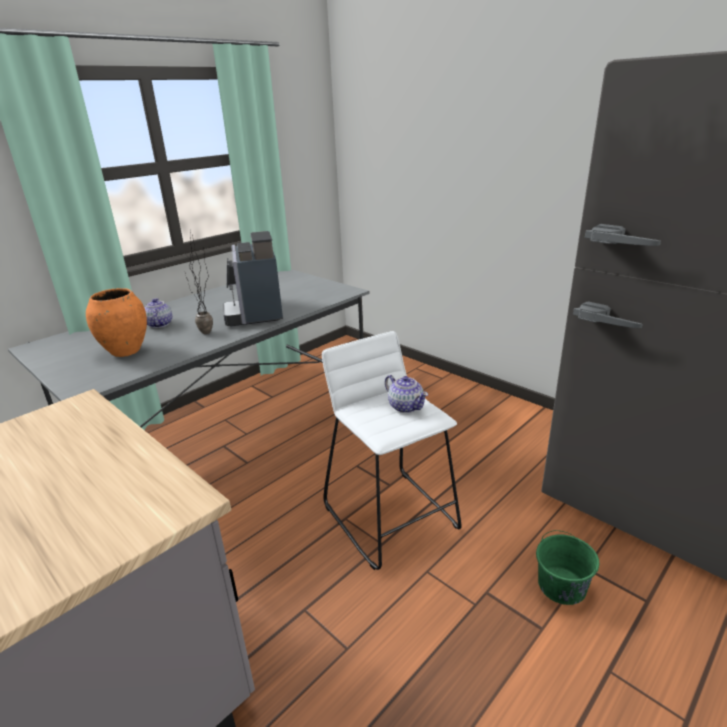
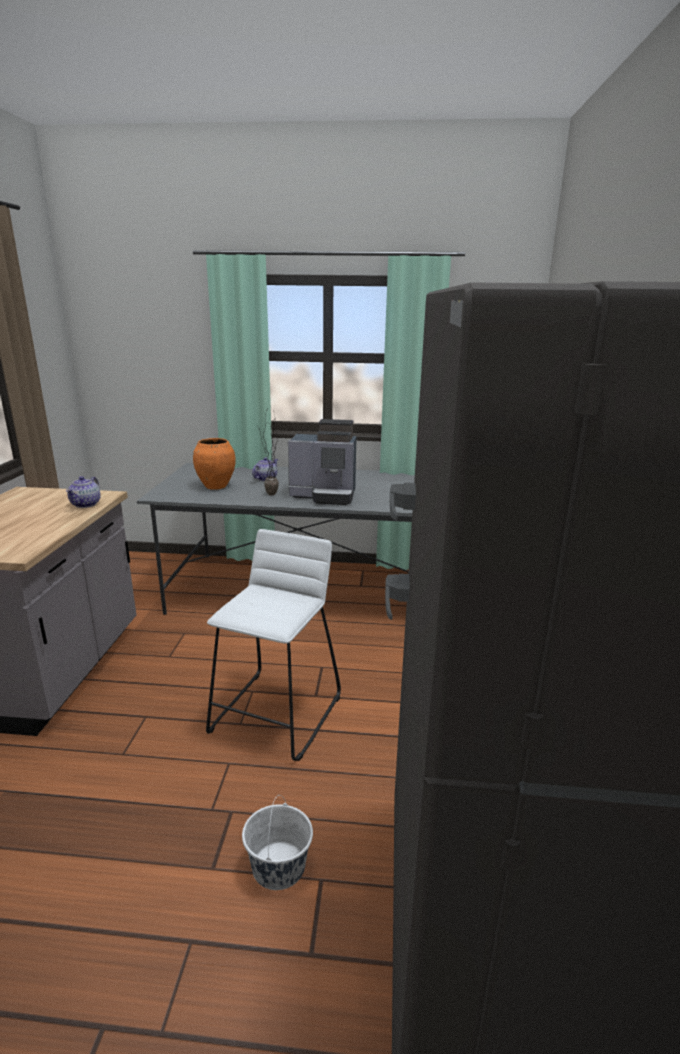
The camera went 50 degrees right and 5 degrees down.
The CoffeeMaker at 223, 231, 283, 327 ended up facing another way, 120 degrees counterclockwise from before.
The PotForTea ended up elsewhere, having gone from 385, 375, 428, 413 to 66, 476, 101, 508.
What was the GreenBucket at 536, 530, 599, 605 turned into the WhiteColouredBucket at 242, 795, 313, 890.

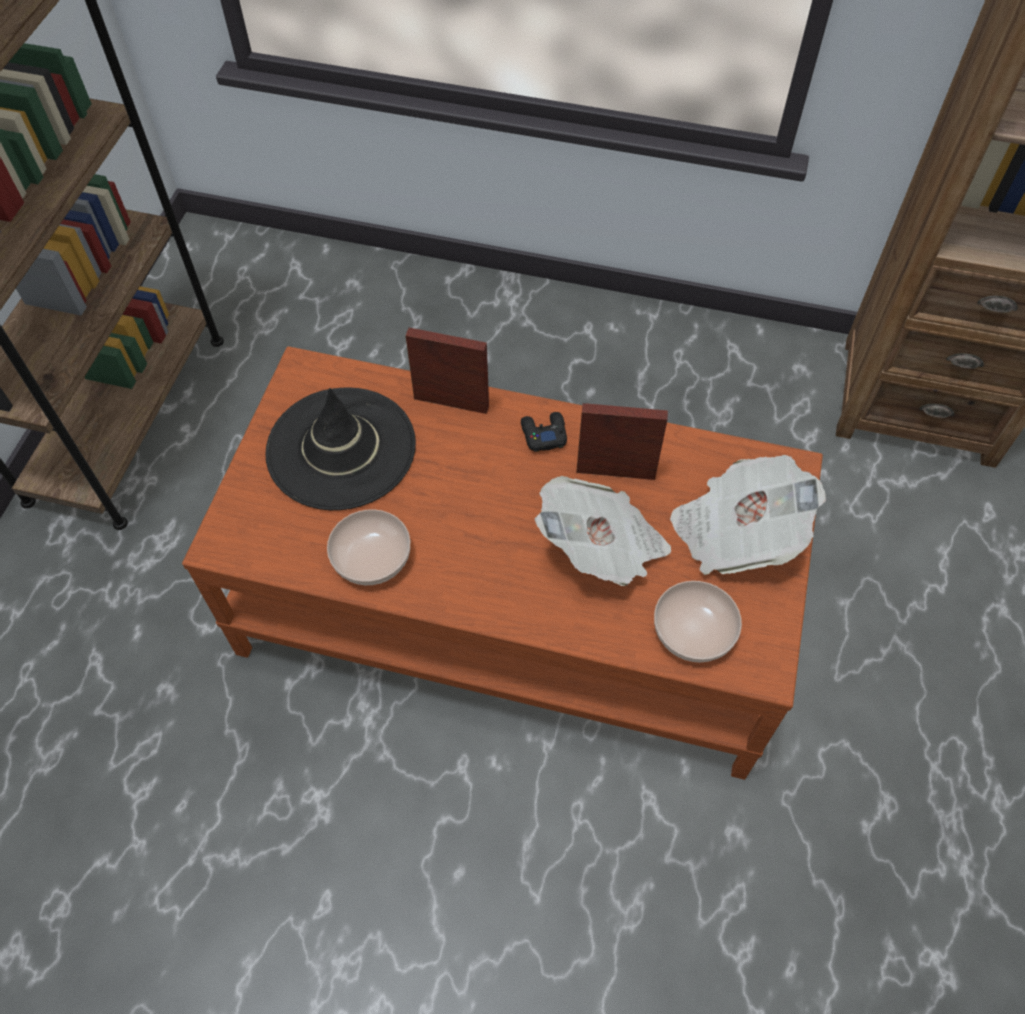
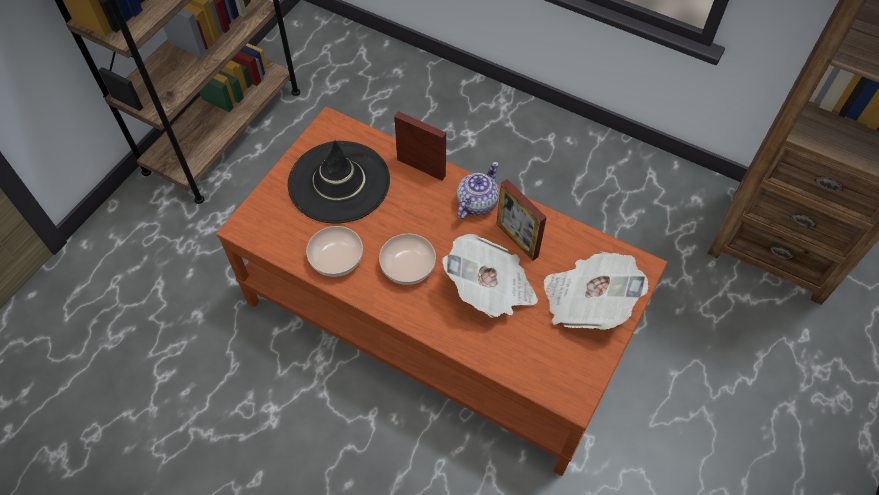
The camera went 15 degrees right and 0 degrees up.
The PictureFrame at 576, 403, 668, 480 ended up facing another way, 150 degrees counterclockwise from before.
Where the BlackishGameController stood at 521, 412, 567, 452, the PotForTea came to stand at 456, 162, 499, 219.
The Bowl ended up elsewhere, having gone from 654, 581, 742, 662 to 379, 234, 436, 285.

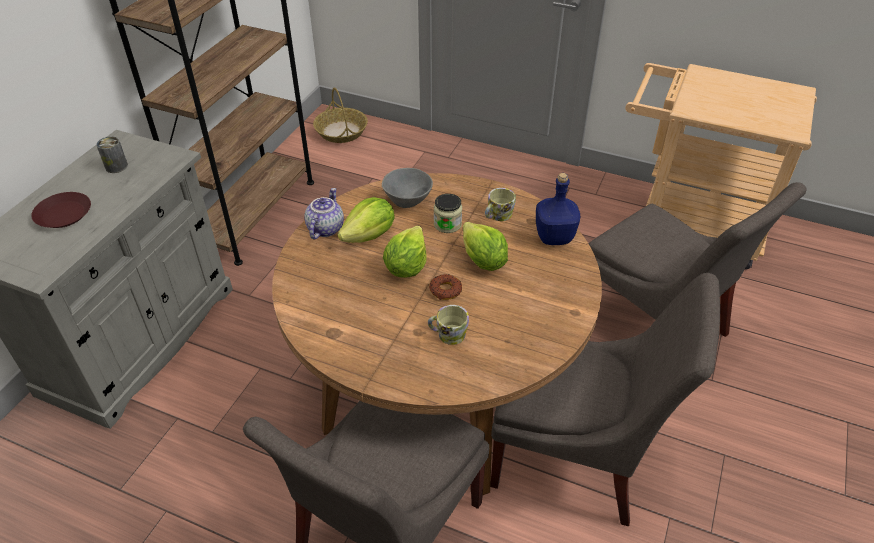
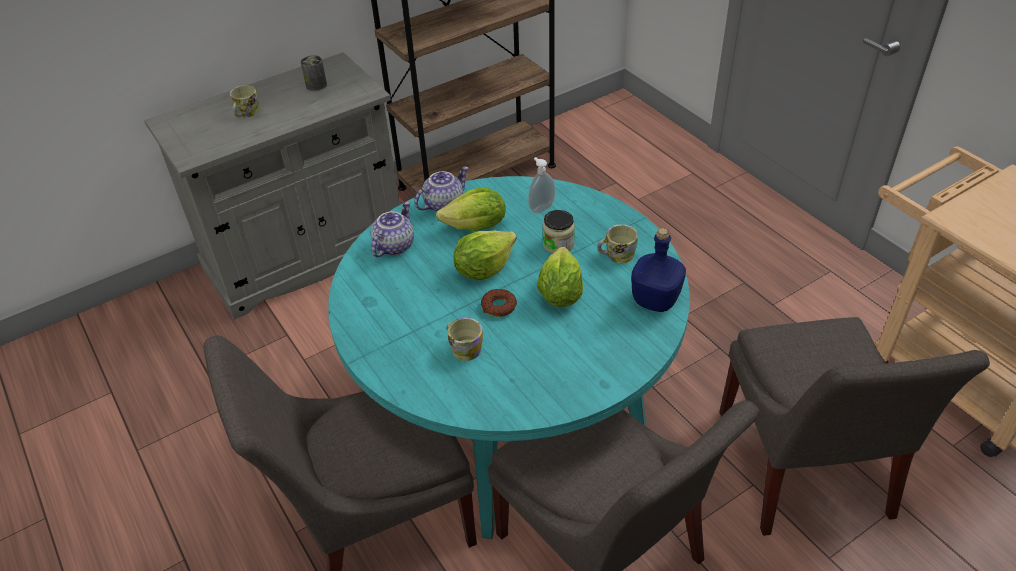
The camera went 35 degrees right and 0 degrees up.
The second view lost the HouseholdBasket at 313, 87, 368, 143.
Where the GreyishBowl stood at 382, 168, 433, 208, the LiquidSoapBottle came to stand at 528, 157, 555, 213.
What was the BrownDiningTable at 272, 173, 602, 495 turned into the BlueGreenDiningTable at 328, 176, 690, 539.
Where the BrownFlatDish stood at 31, 192, 91, 228, the CoffeeMug came to stand at 230, 85, 259, 117.
The second view gained the PotForTea at 371, 202, 414, 257.

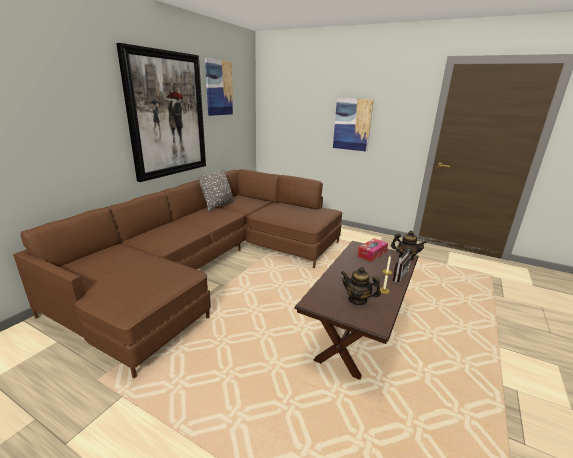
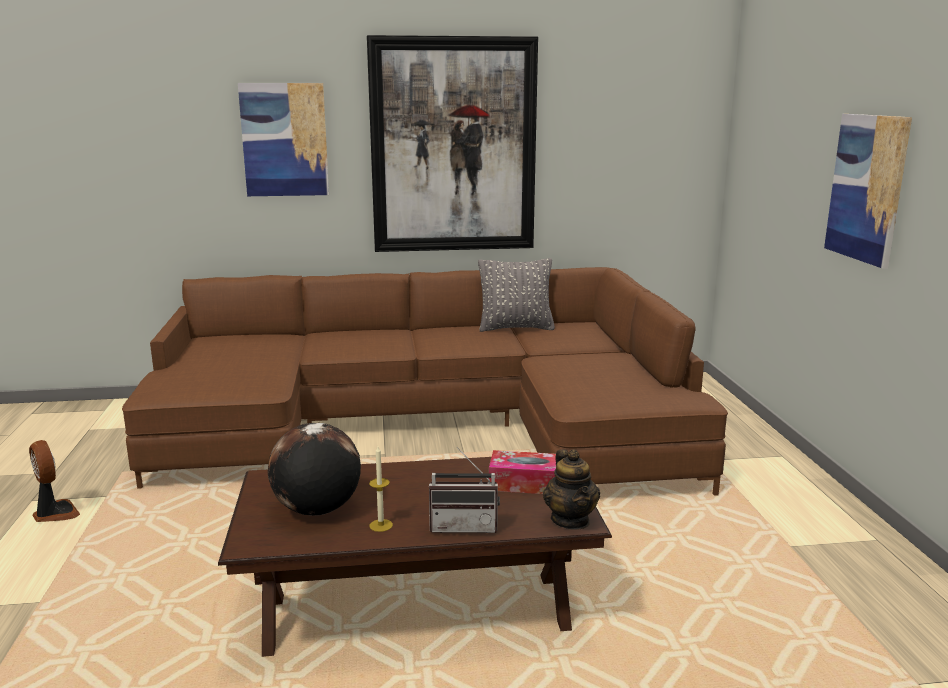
The camera went 55 degrees right and 5 degrees down.
The WallPicture ended up elsewhere, having gone from 205, 58, 233, 116 to 238, 83, 329, 196.
Where the PotForTea stood at 341, 267, 381, 306, the WorldGlobe came to stand at 268, 423, 361, 516.
The second view gained the Fan at 29, 440, 80, 522.

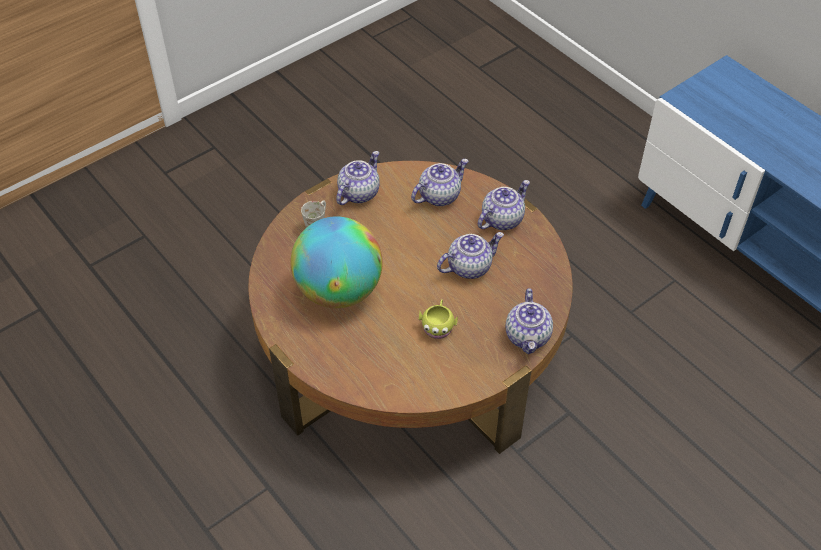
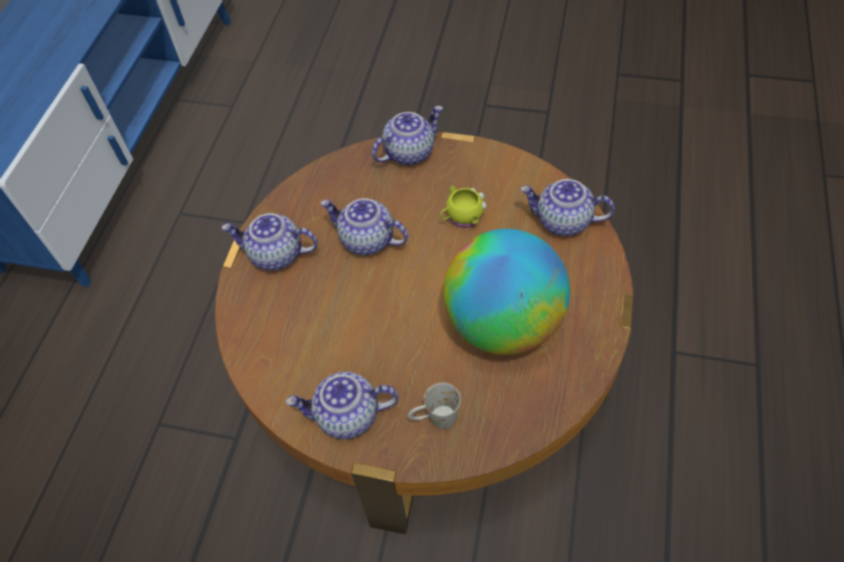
The camera went 125 degrees left and 5 degrees up.
The PotForTea ended up elsewhere, having gone from 411, 159, 469, 206 to 520, 179, 615, 236.

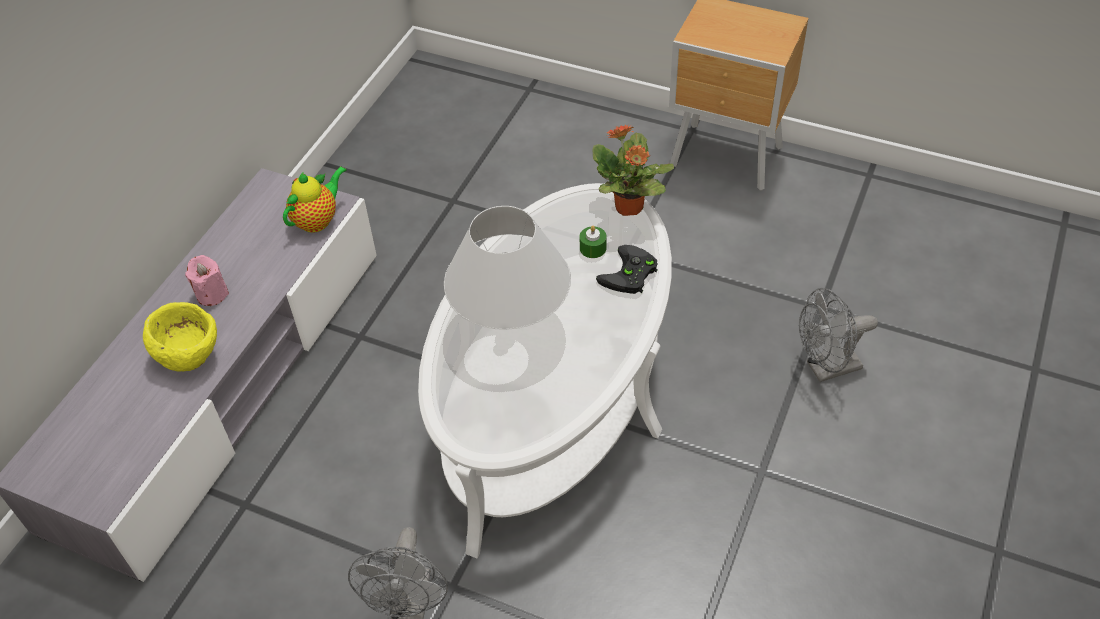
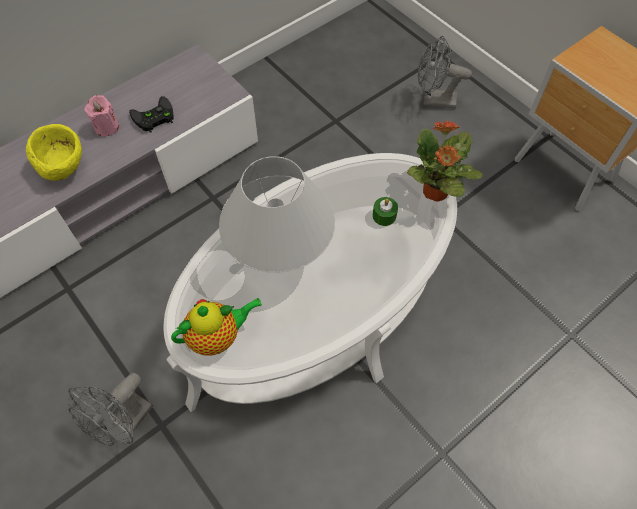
The camera went 25 degrees right and 10 degrees up.
The PotForTea ended up elsewhere, having gone from 283, 166, 347, 233 to 171, 298, 262, 356.
The BlackishGameController ended up elsewhere, having gone from 596, 245, 658, 294 to 129, 96, 174, 132.
The GreyishFan ended up elsewhere, having gone from 799, 288, 878, 382 to 418, 36, 472, 109.

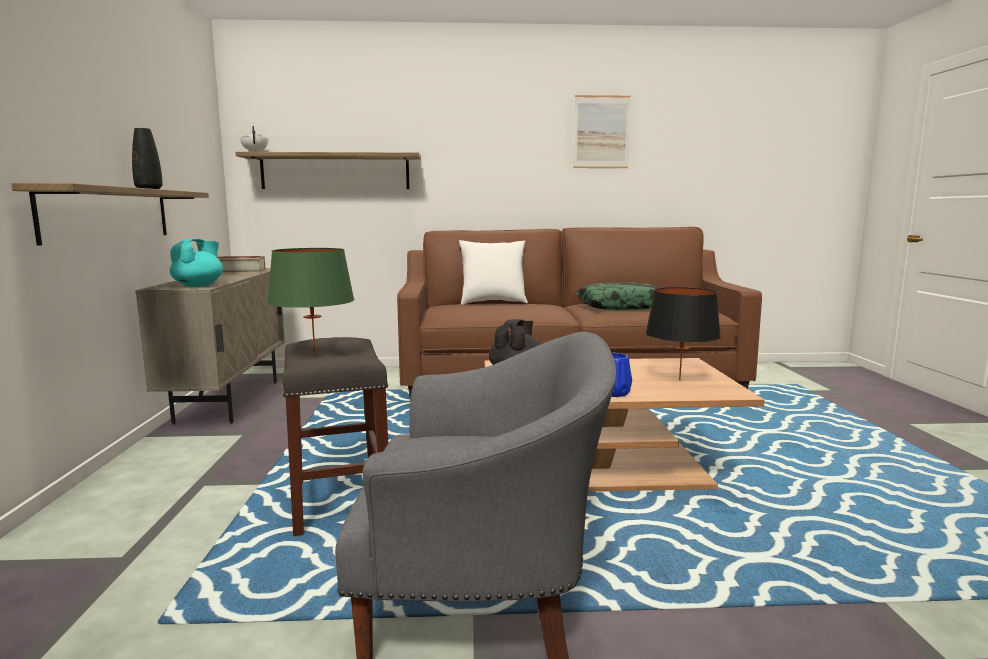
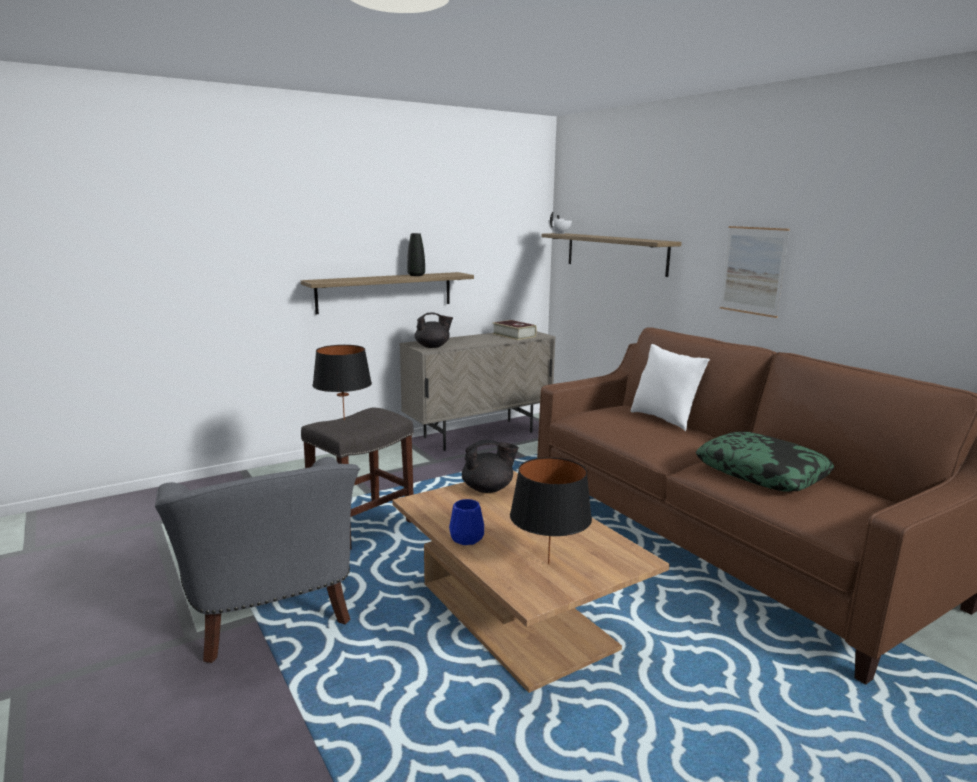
The camera went 60 degrees right and 5 degrees up.
The WallPicture ended up elsewhere, having gone from 573, 95, 631, 168 to 720, 226, 790, 318.
What was the BlueGreenPotForTea at 170, 239, 223, 287 turned into the BlackishPotForTea at 415, 313, 453, 348.
What was the GreenTableLamp at 267, 248, 354, 355 turned into the BlackishTableLamp at 312, 345, 372, 420.

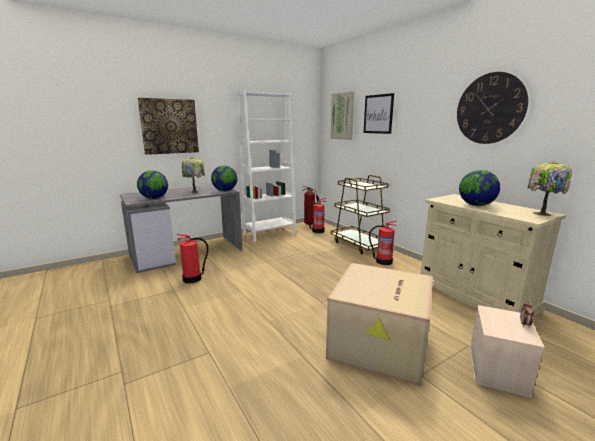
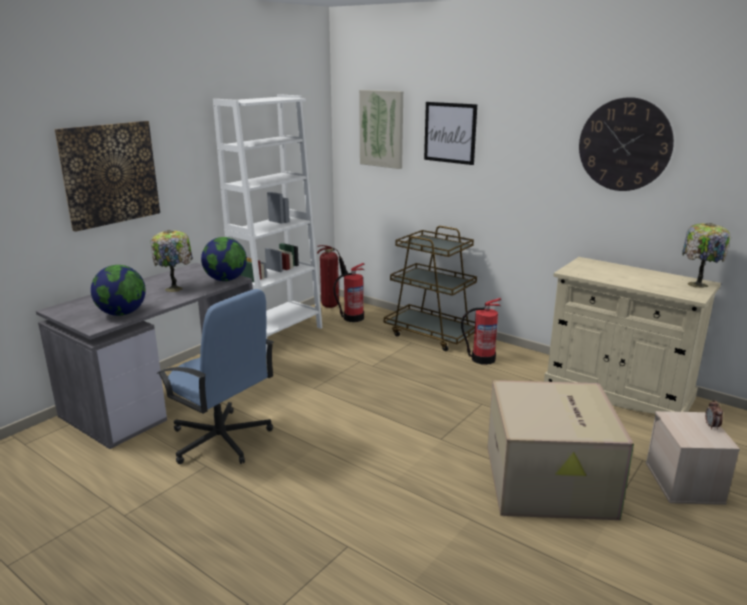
The camera went 20 degrees left and 5 degrees up.
The second view lost the WorldGlobe at 459, 170, 500, 206.
Where the FireExtinguisher stood at 177, 234, 208, 283, the BluishDeskChair came to stand at 156, 289, 274, 464.

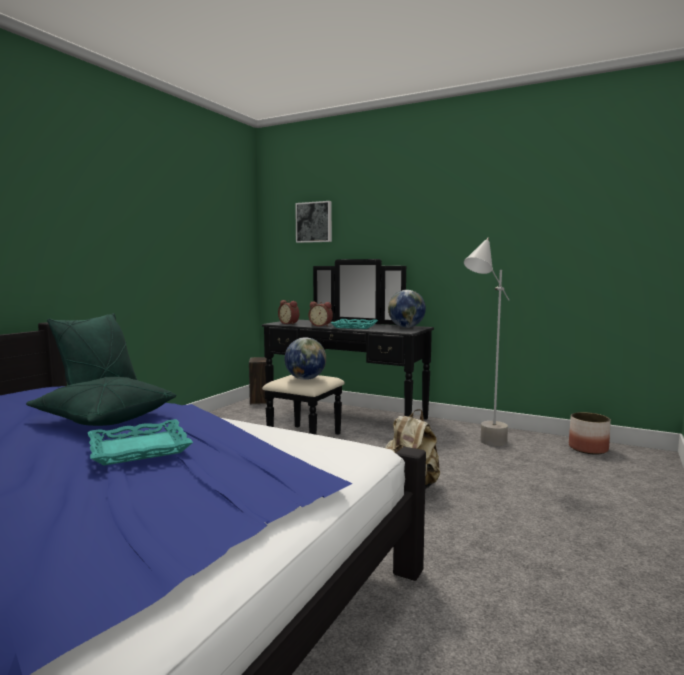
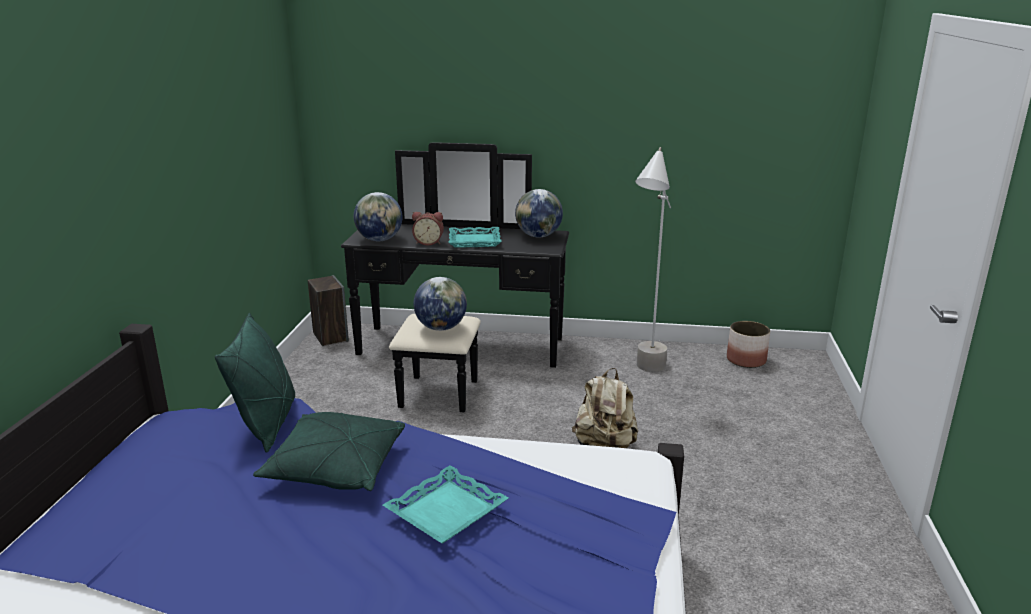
The camera went 20 degrees left and 15 degrees up.
The second view lost the WallPicture at 295, 201, 332, 243.
Where the AlarmClock stood at 278, 300, 299, 325, the WorldGlobe came to stand at 354, 192, 403, 241.

